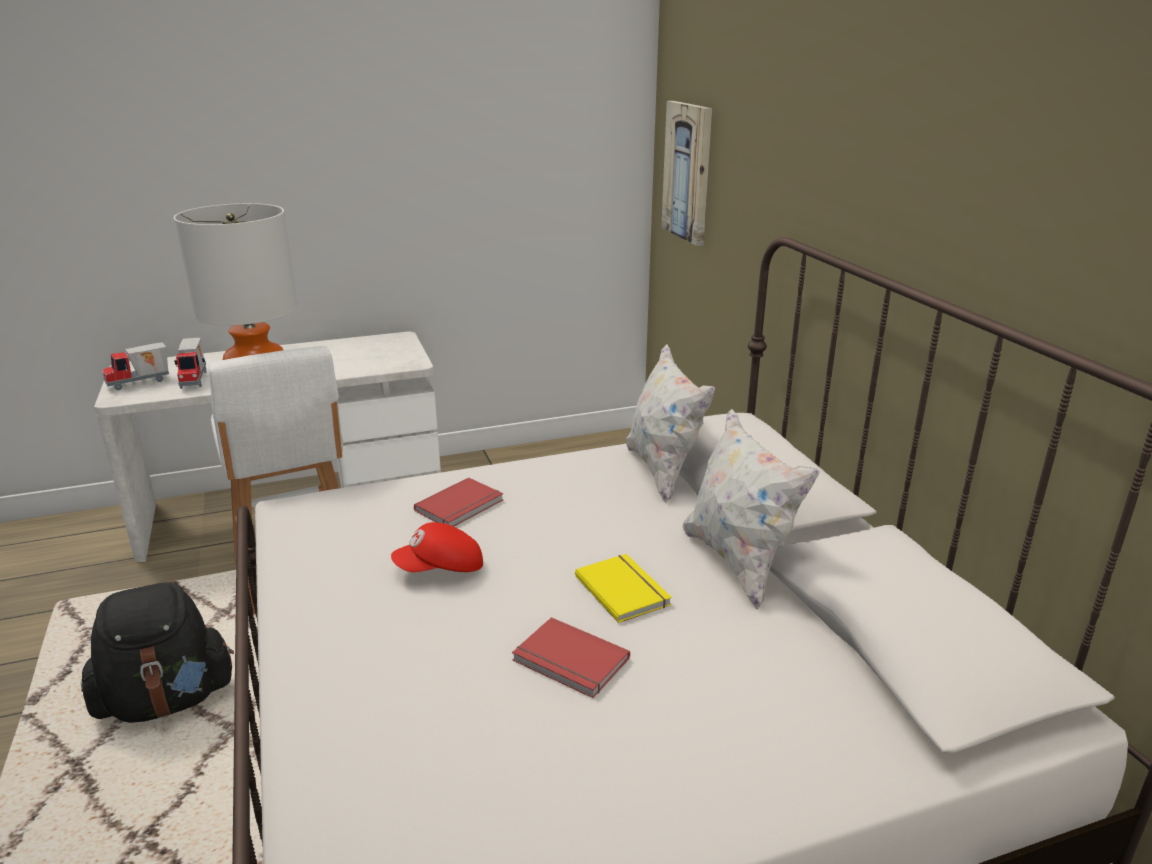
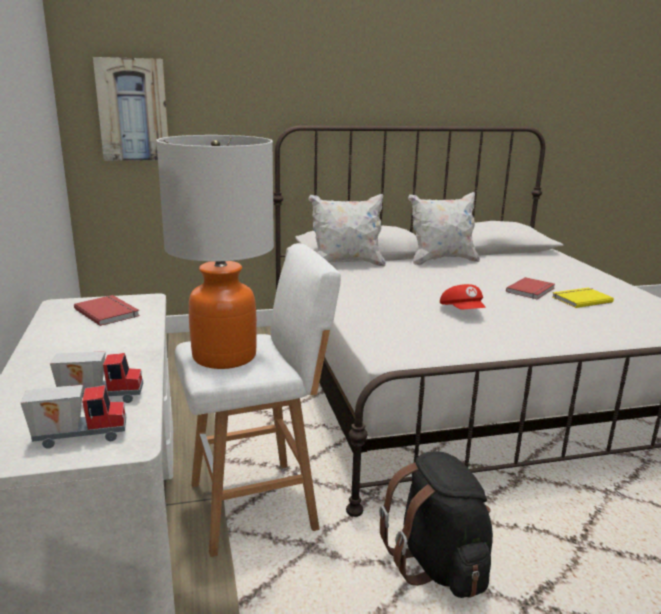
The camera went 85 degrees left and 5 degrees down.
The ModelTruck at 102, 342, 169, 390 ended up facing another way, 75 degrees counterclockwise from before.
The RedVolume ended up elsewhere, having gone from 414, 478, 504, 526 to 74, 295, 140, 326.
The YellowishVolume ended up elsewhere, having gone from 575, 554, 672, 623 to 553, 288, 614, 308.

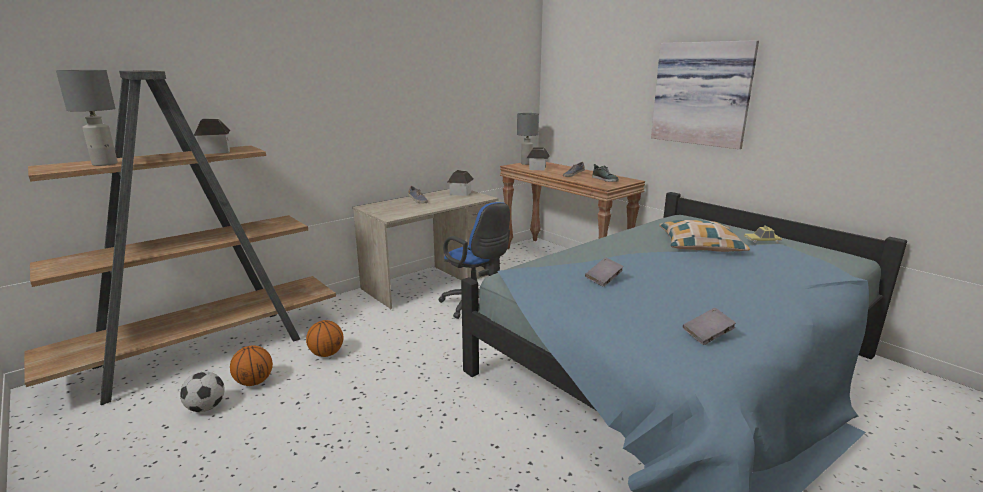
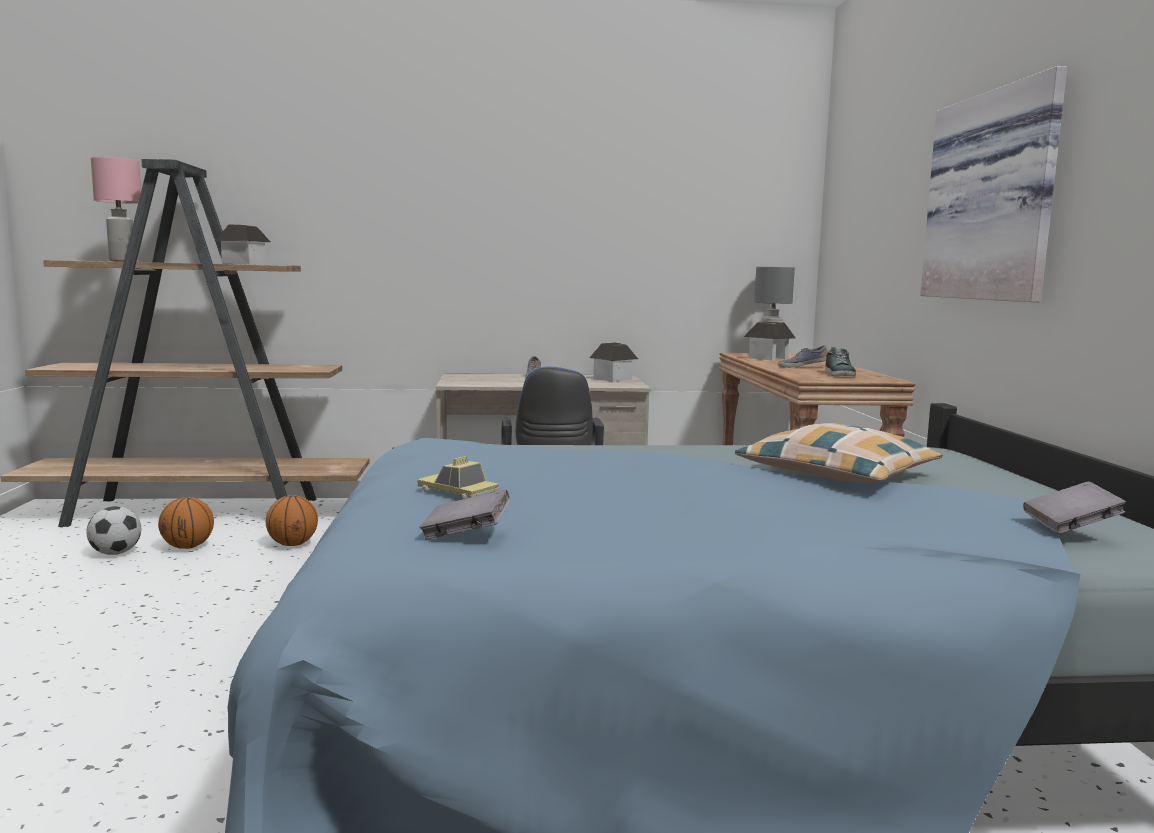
The camera went 35 degrees right and 10 degrees down.
What was the GreyishTableLamp at 56, 70, 118, 166 turned into the PinkTableLamp at 91, 157, 141, 262.
The ModelCar ended up elsewhere, having gone from 744, 225, 782, 243 to 417, 456, 499, 500.
The GreyishVolume ended up elsewhere, having gone from 585, 257, 624, 287 to 1023, 481, 1126, 534.

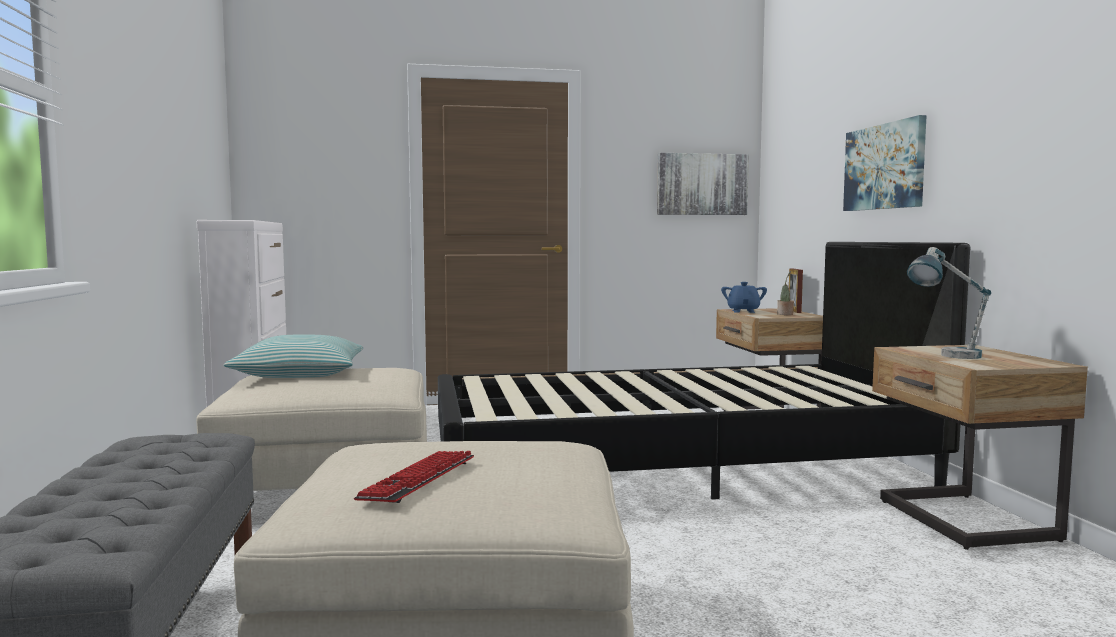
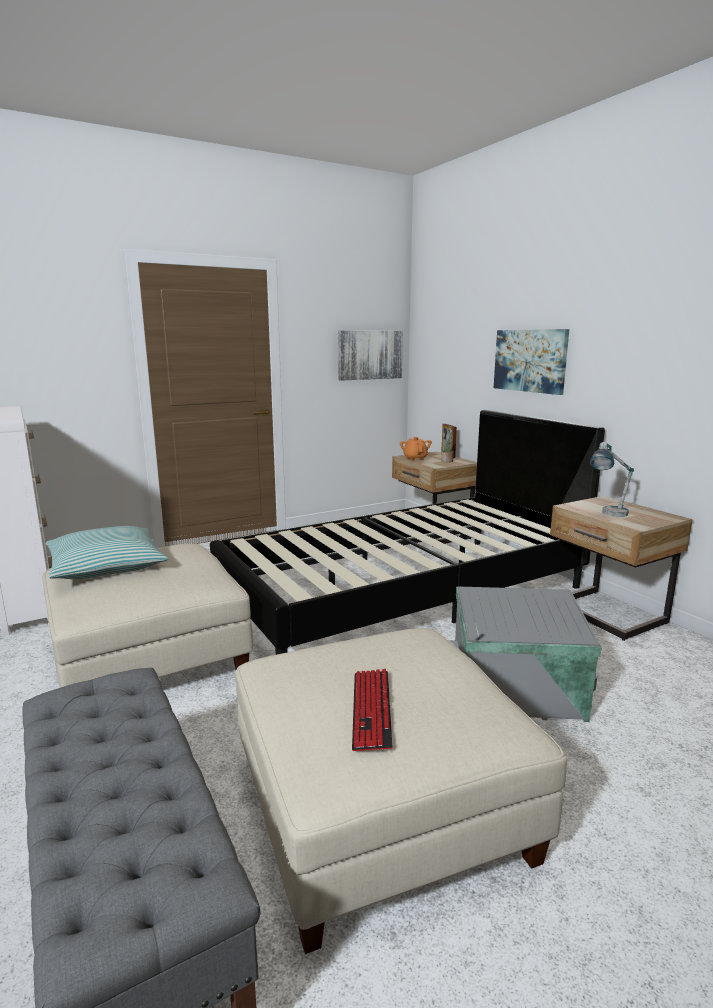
The camera went 20 degrees left and 10 degrees up.
What was the BluishPotForTea at 721, 282, 767, 313 turned into the OrangePotForTea at 400, 437, 432, 461.
The second view gained the GreyishStorageBox at 450, 586, 602, 722.

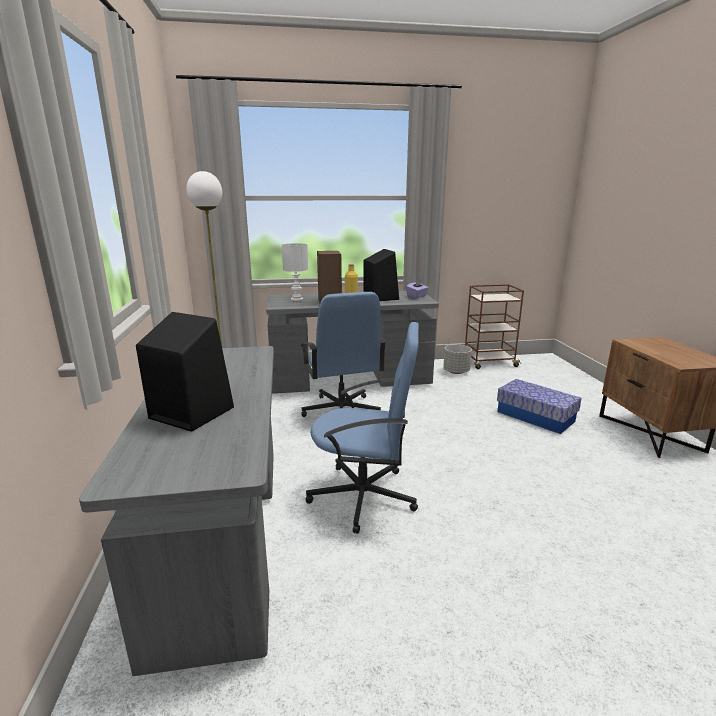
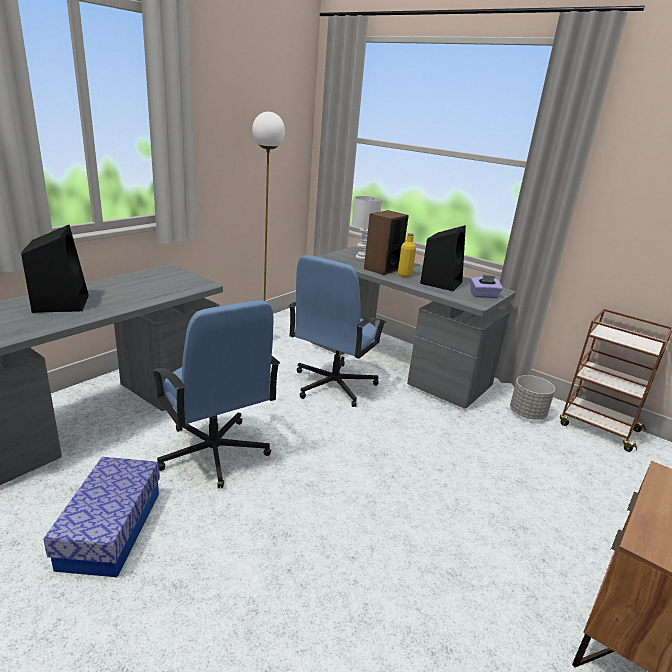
The camera went 45 degrees right and 5 degrees up.
The StorageBox ended up elsewhere, having gone from 497, 379, 582, 434 to 43, 457, 160, 577.

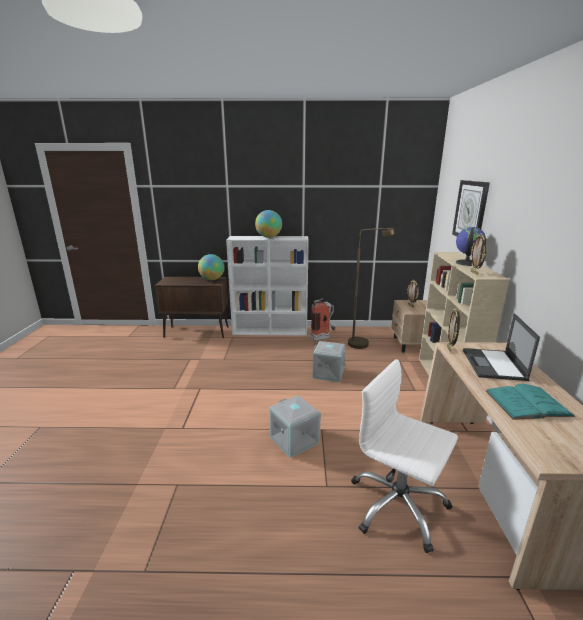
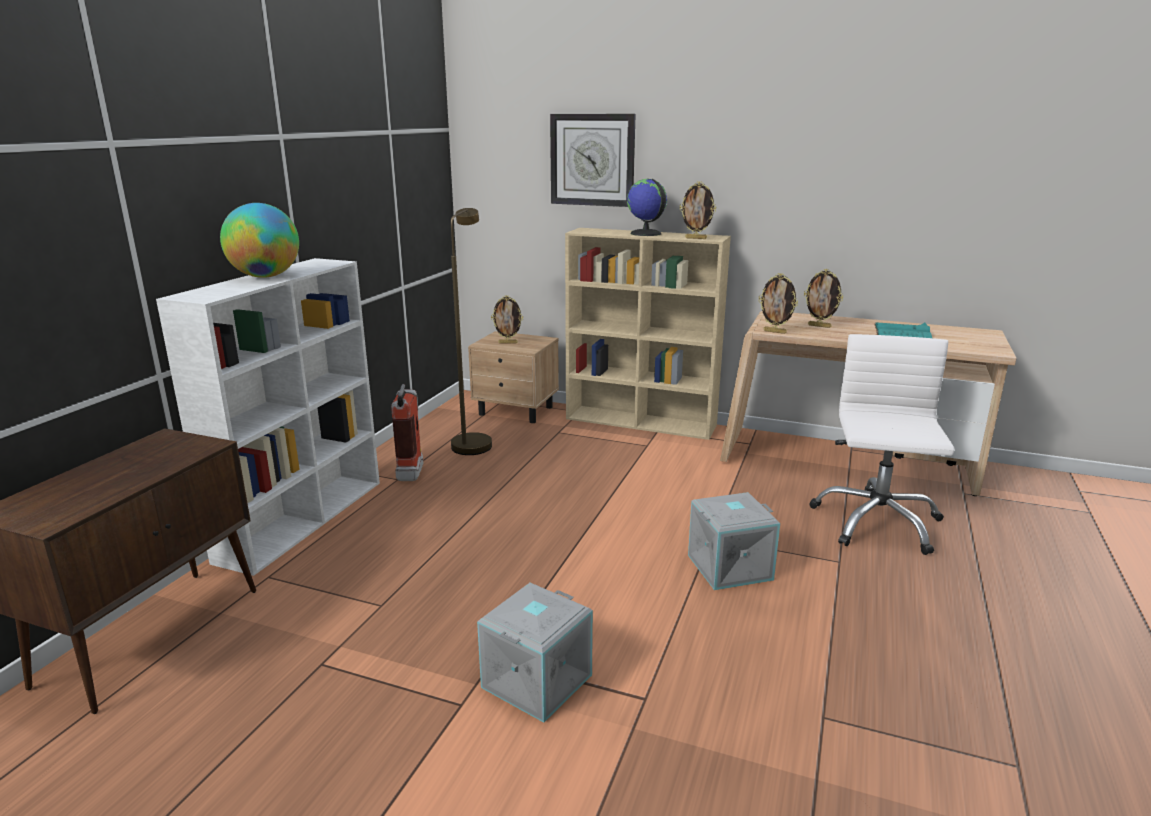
The camera went 70 degrees left and 0 degrees up.
The second view lost the WorldGlobe at 198, 254, 224, 280.
Where the NotebookComputer stood at 463, 313, 540, 381, the PictureFrame came to stand at 804, 269, 843, 328.
The GreyishStorageBox ended up elsewhere, having gone from 312, 341, 346, 382 to 477, 583, 593, 723.
The WhiteColouredDeskChair at 351, 359, 458, 553 ended up facing another way, 135 degrees clockwise from before.

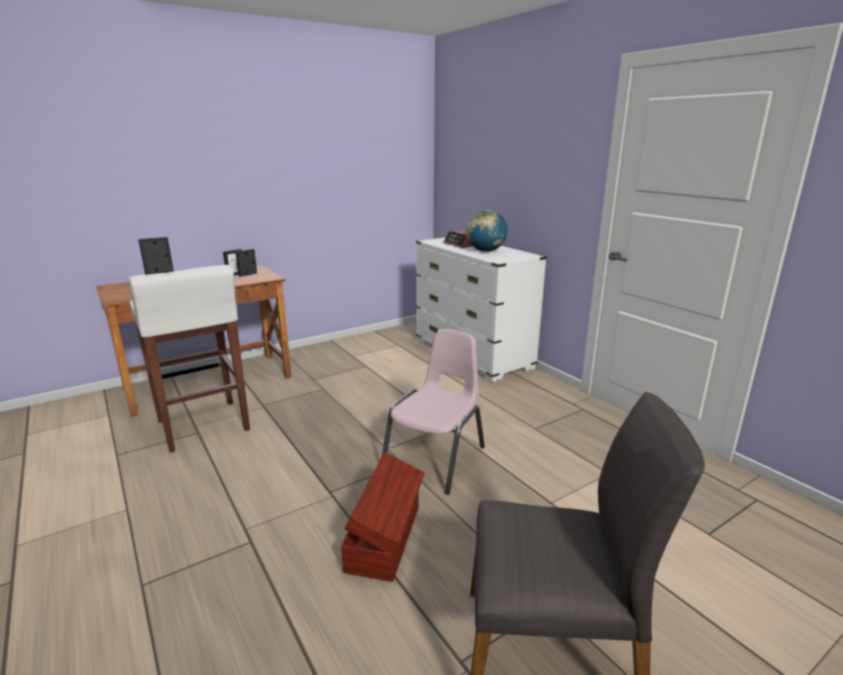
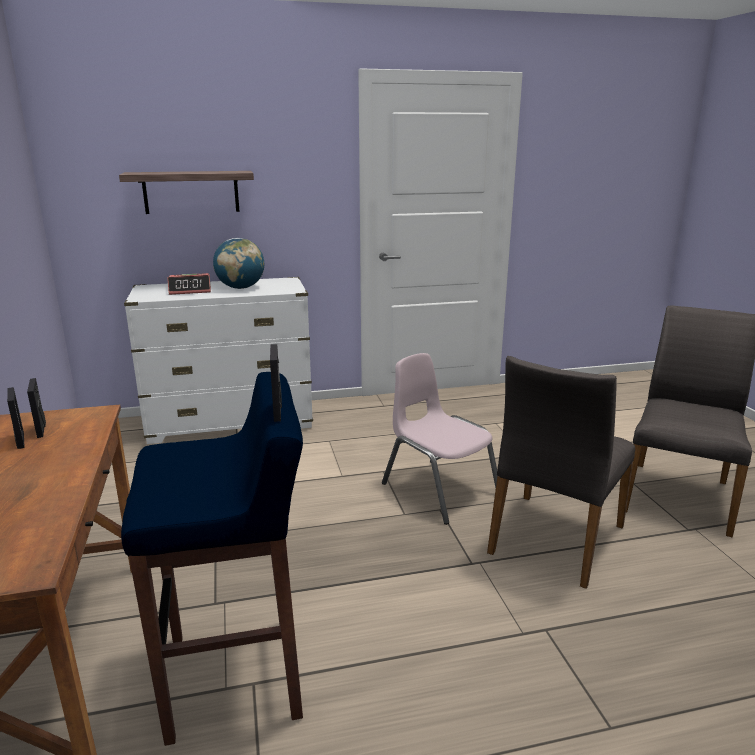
The camera went 70 degrees left and 0 degrees up.
What was the WhiteColouredSittingStool at 129, 265, 250, 453 turned into the BluishSittingStool at 121, 372, 303, 746.
Where the BrownStorageBox stood at 341, 452, 424, 582, the GreyishUprightChair came to stand at 487, 356, 635, 589.
The second view gained the Shelf at 119, 171, 254, 214.

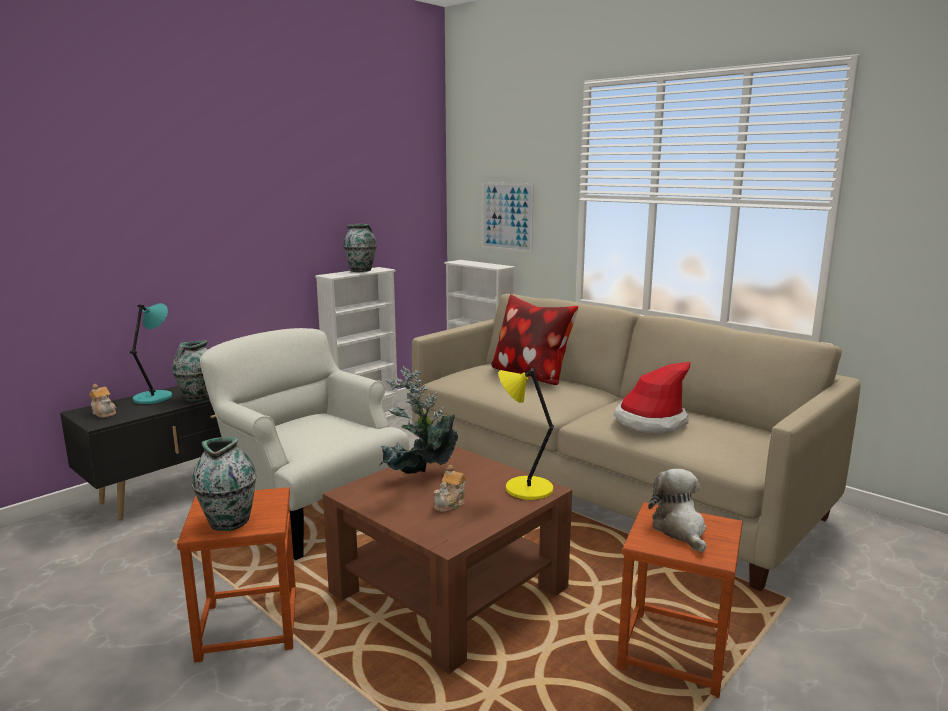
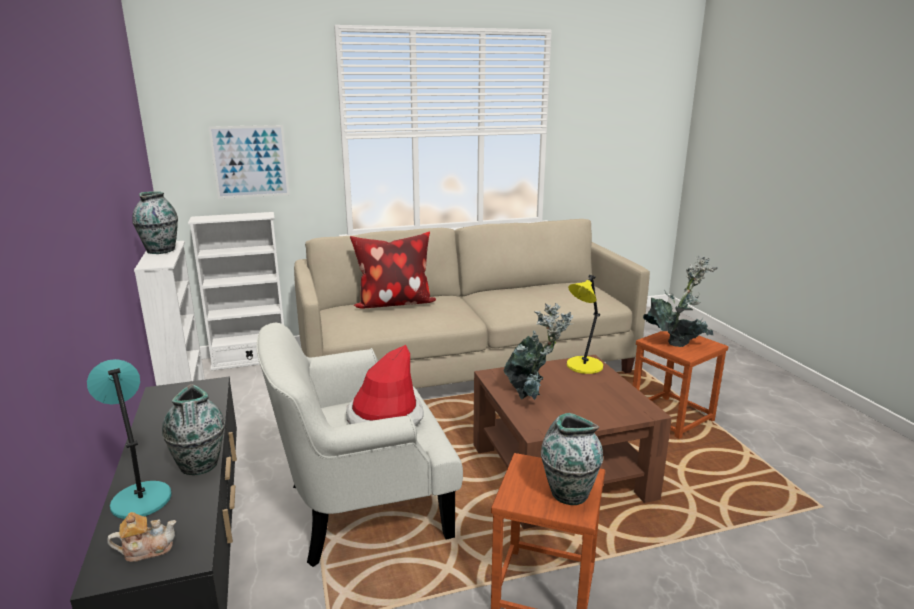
The camera went 60 degrees left and 5 degrees up.
The Hat ended up elsewhere, having gone from 613, 362, 690, 434 to 346, 345, 424, 426.
The second view lost the PotForTea at 434, 465, 466, 512.
Where the SoftToy stood at 648, 469, 706, 553, the PottedPlant came to stand at 643, 256, 718, 347.

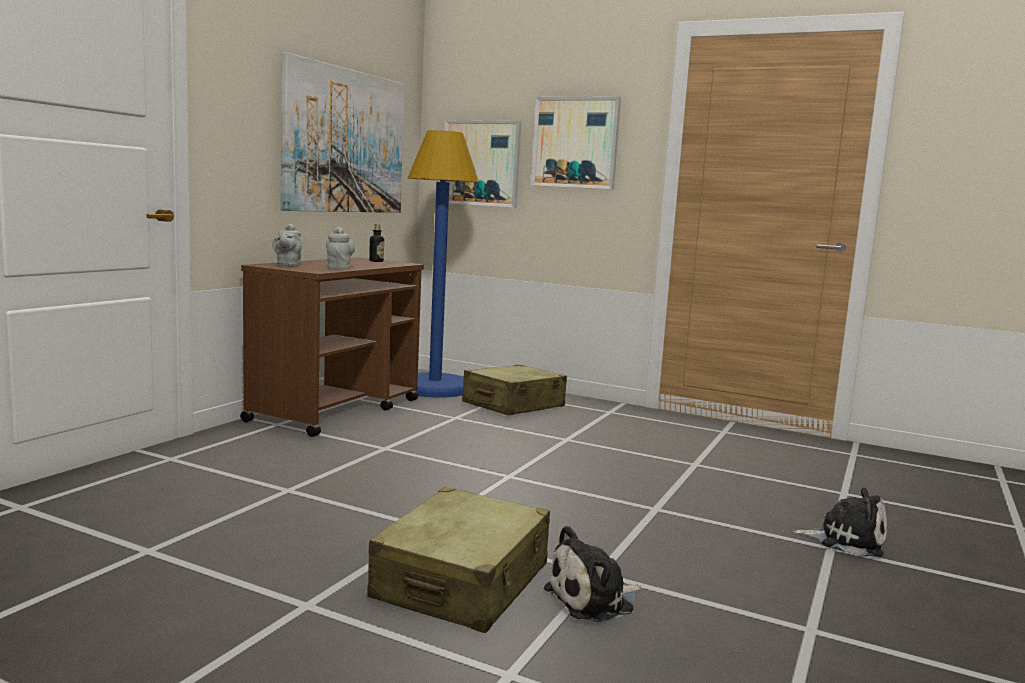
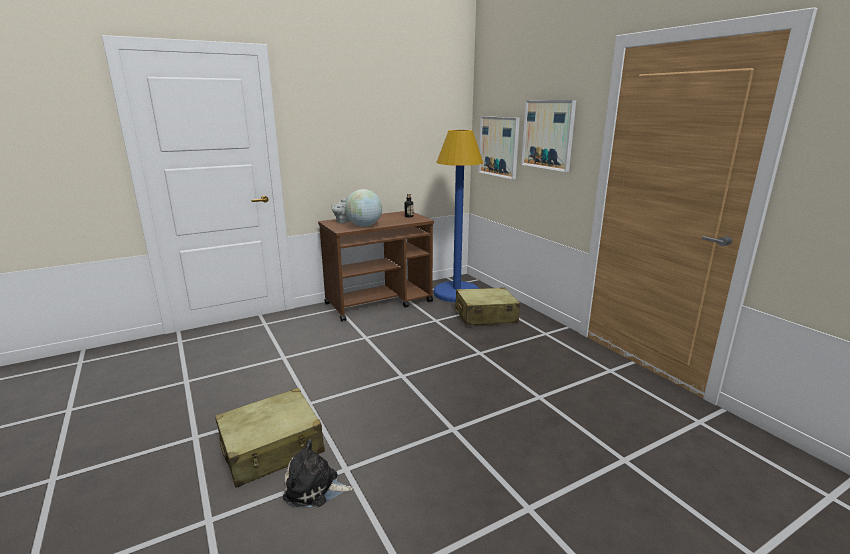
The camera went 35 degrees right and 10 degrees up.
The second view lost the WallPicture at 281, 52, 405, 213.
Where the GreyishPotForTea stood at 326, 227, 355, 269, the WorldGlobe came to stand at 345, 189, 382, 227.
The second view lost the SoftToy at 793, 488, 887, 557.

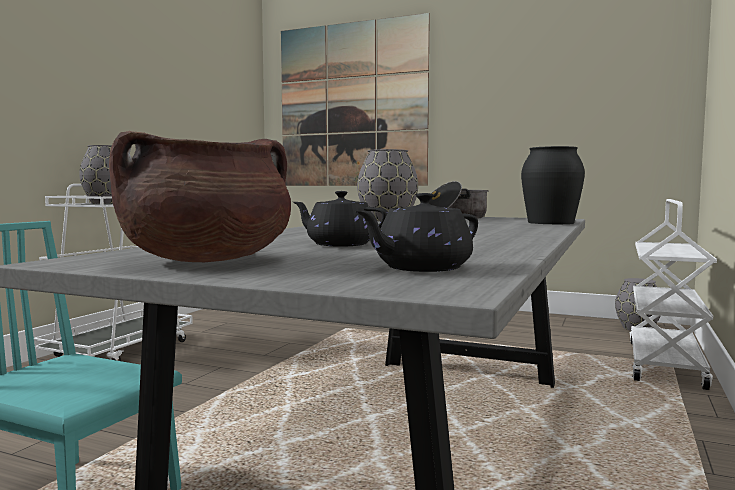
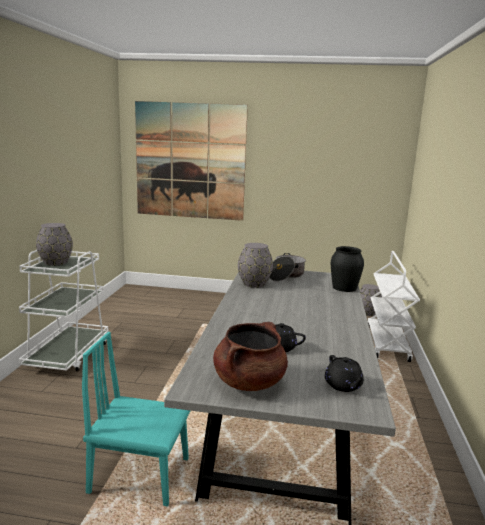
The camera went 15 degrees left and 10 degrees up.
The BlackishPotForTea at 355, 193, 478, 272 ended up facing another way, 60 degrees counterclockwise from before.

